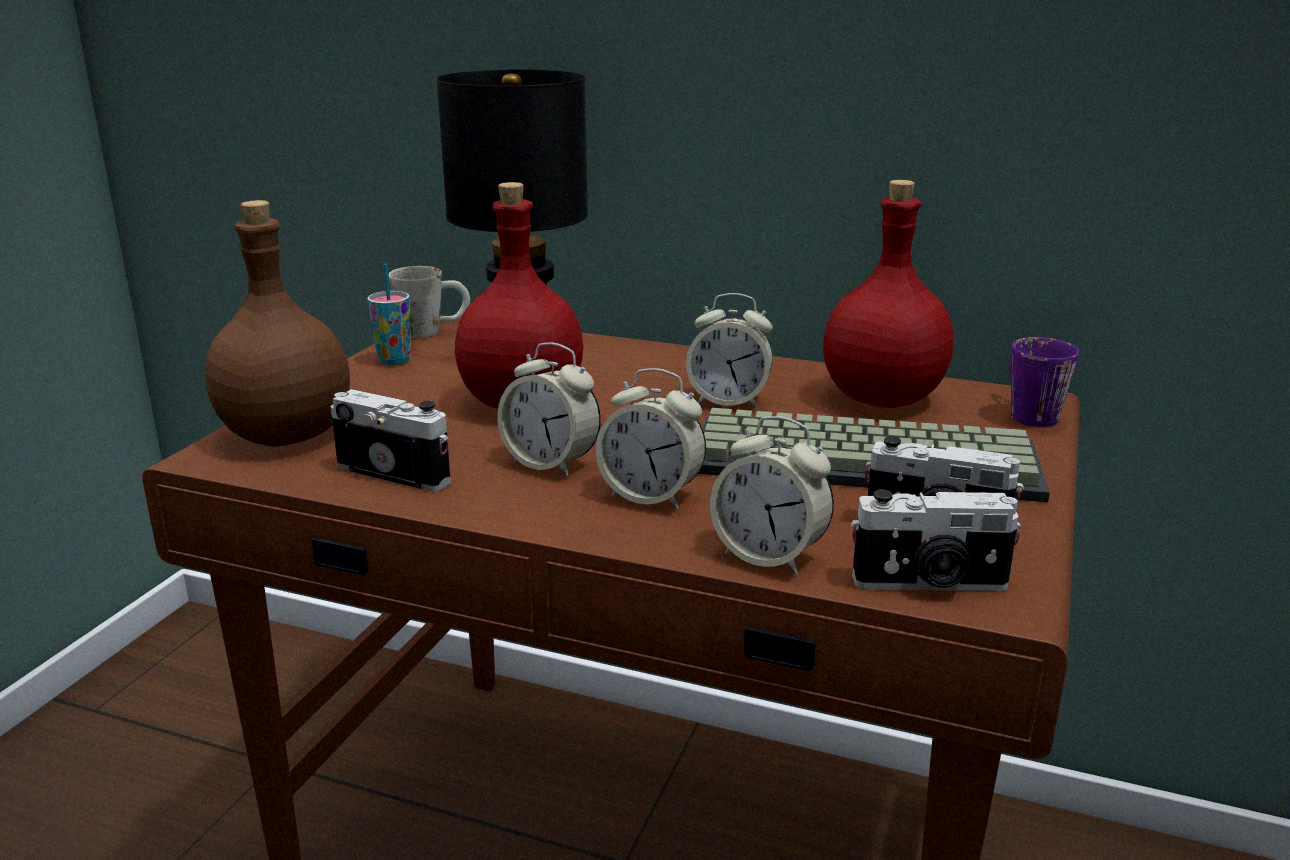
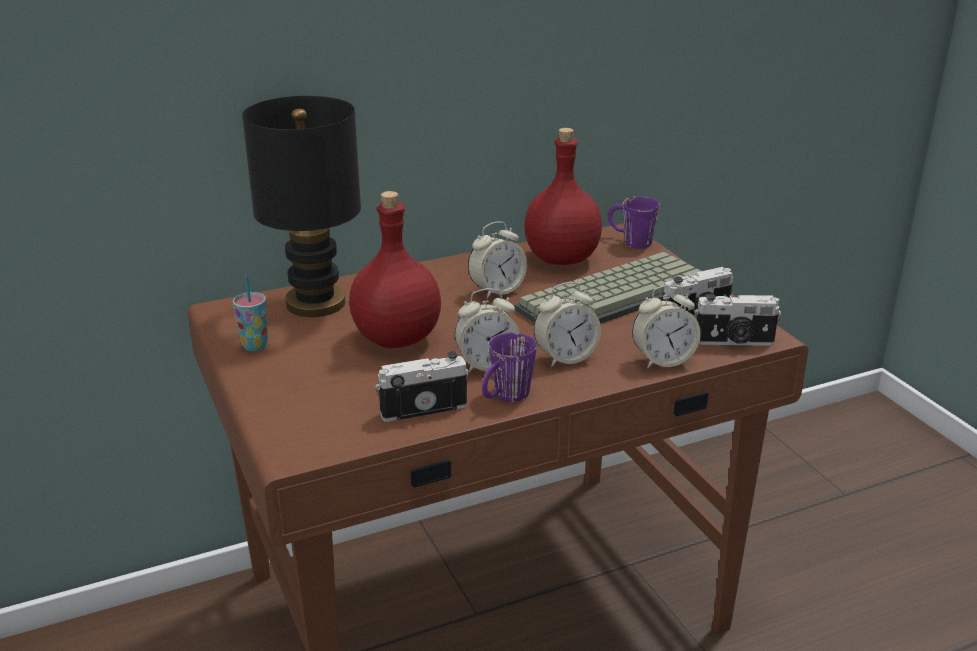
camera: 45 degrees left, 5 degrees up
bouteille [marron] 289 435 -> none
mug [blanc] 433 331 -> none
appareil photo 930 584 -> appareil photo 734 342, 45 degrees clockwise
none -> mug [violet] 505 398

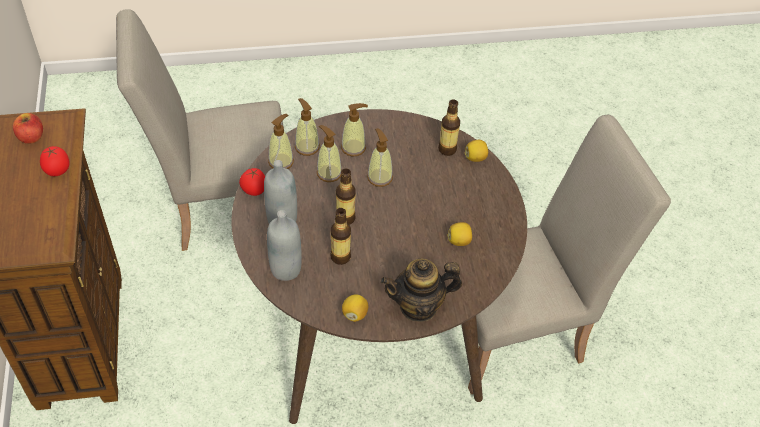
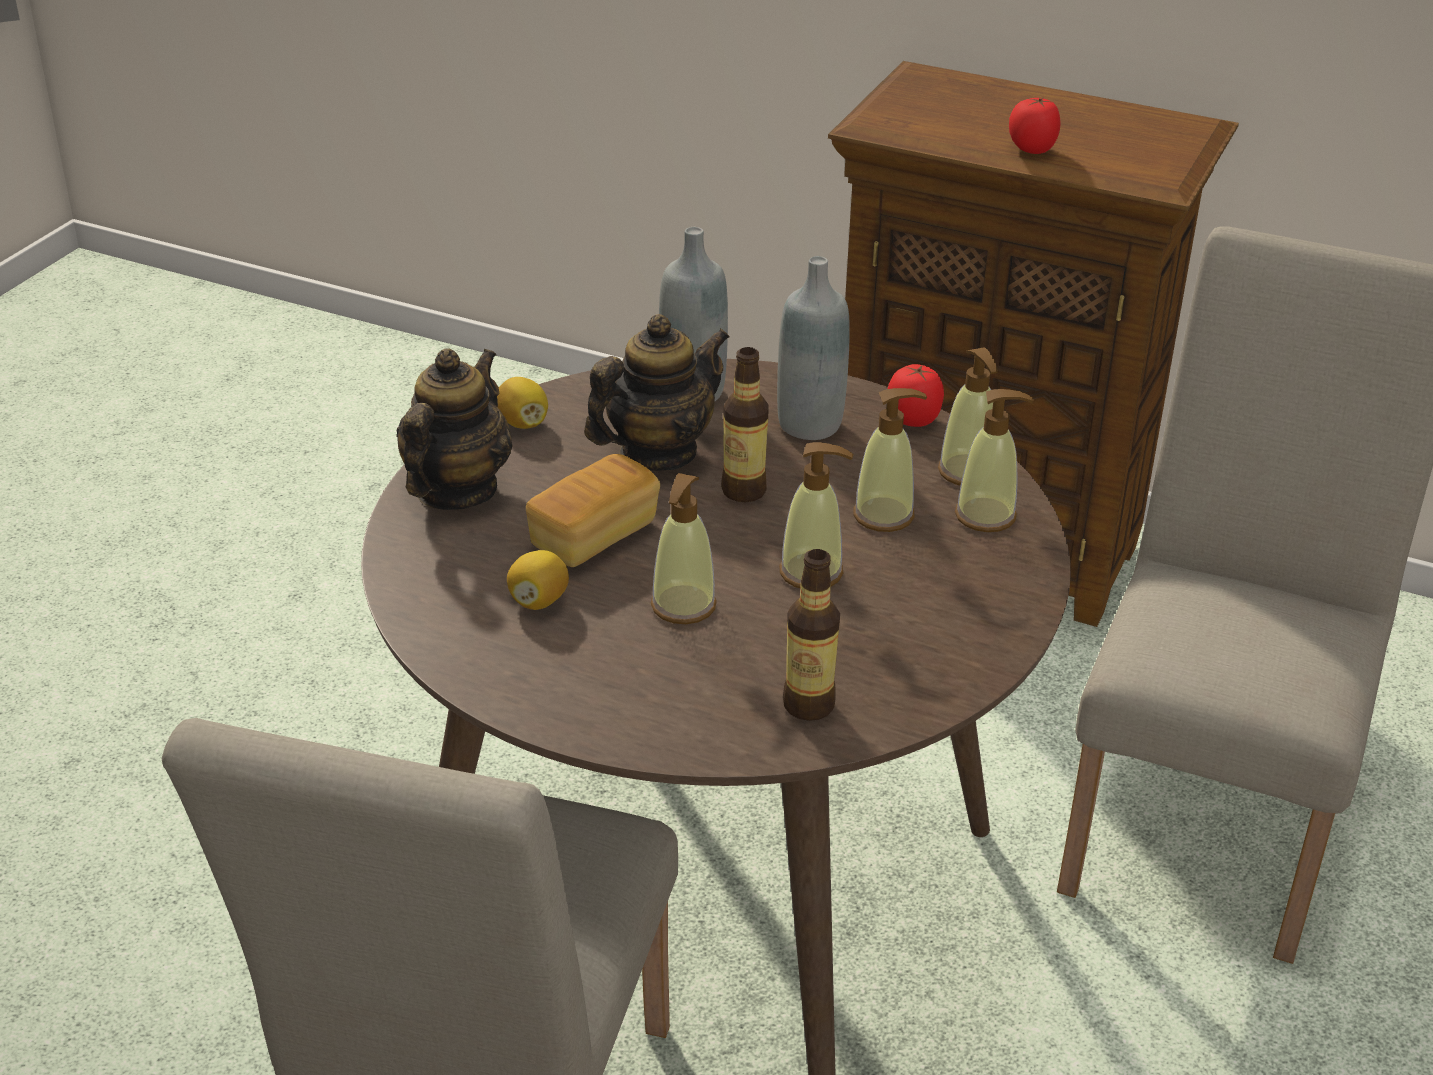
camera: 125 degrees right, 15 degrees down
pomme 31 137 -> none
bouteille 340 257 -> théière 657 453
distributeur de savon 353 148 -> distributeur de savon 683 606, shifted
citron 476 158 -> none
none -> pain 594 535

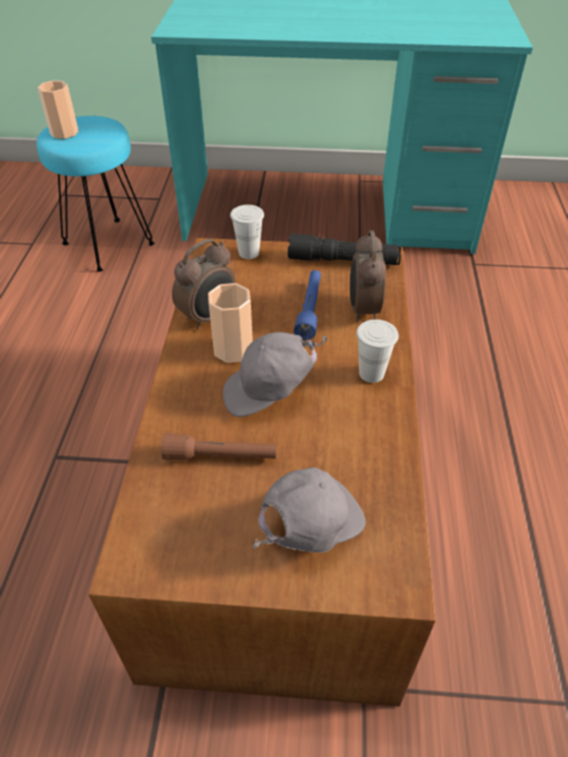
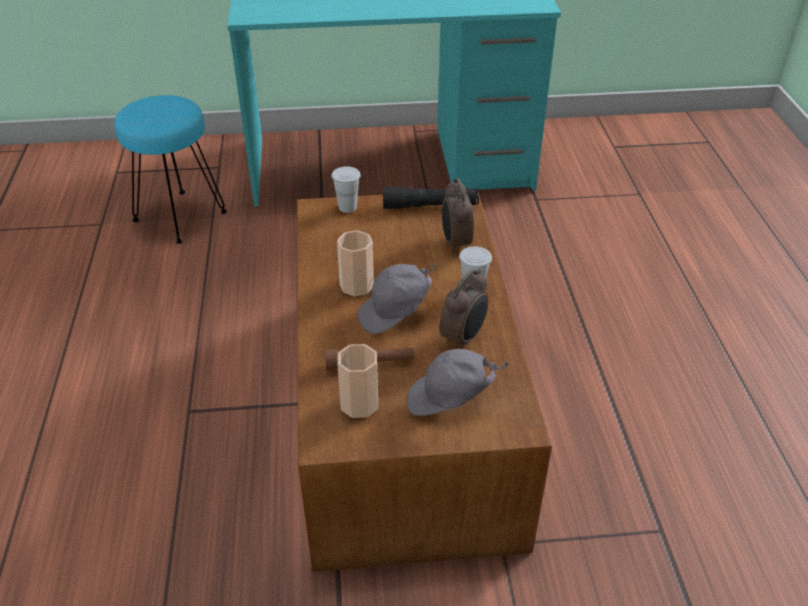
camera: 10 degrees left, 5 degrees down
tasse 64 132 -> tasse 359 404, shifted
réveil 208 317 -> réveil 464 338, shifted
casquette [gris] 309 526 -> casquette [gris] 450 401, 135 degrees counterclockwise
lampe de poche [bleu] 310 310 -> none

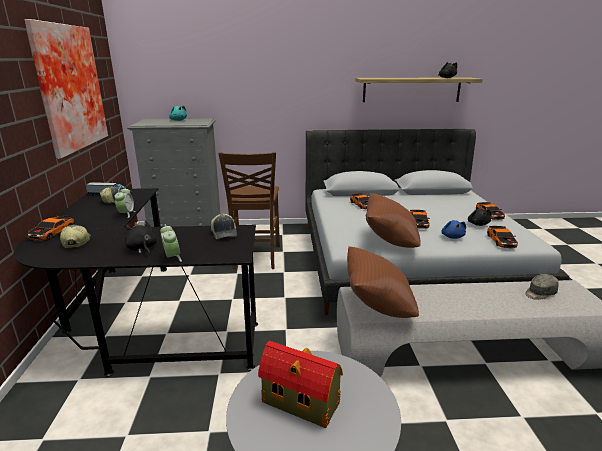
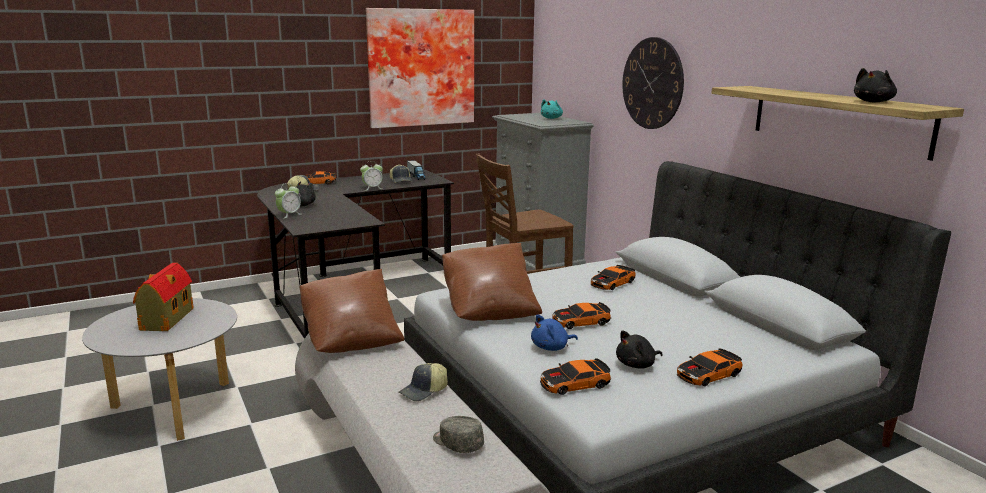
camera: 65 degrees right, 5 degrees down
casquette 225 233 -> casquette 424 391, shifted
none -> horloge murale 652 83

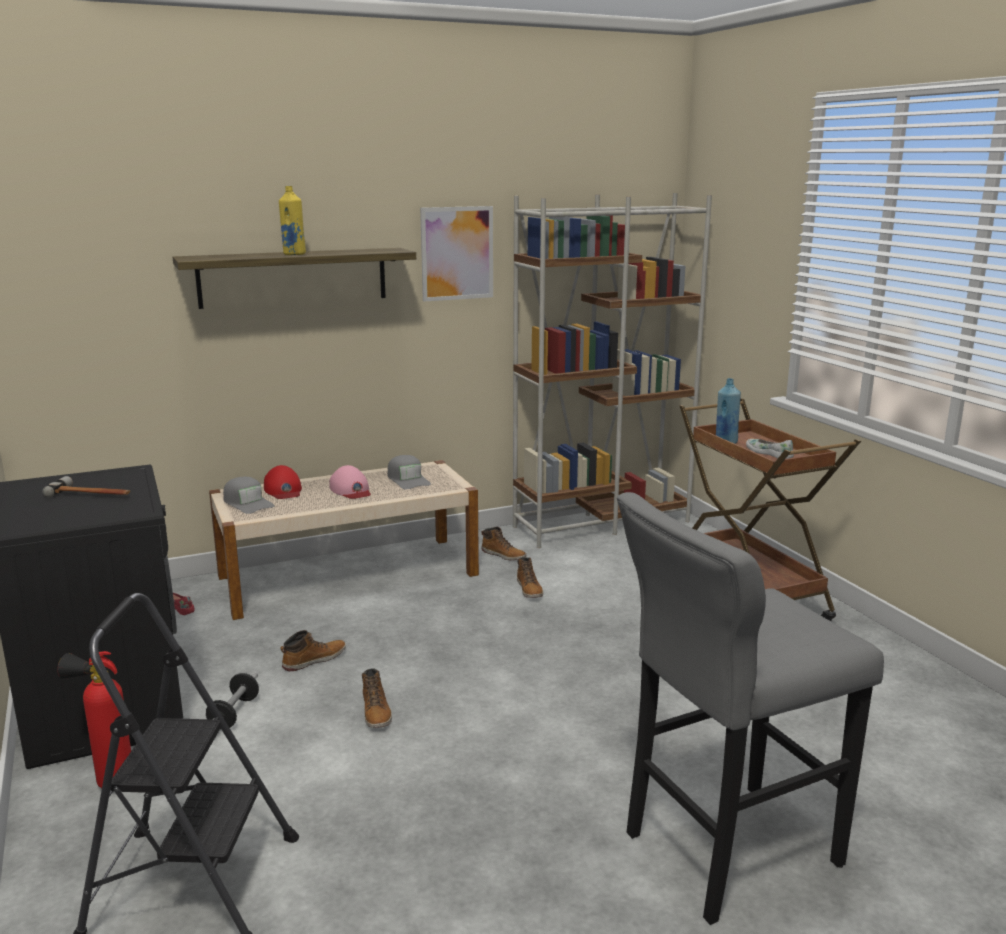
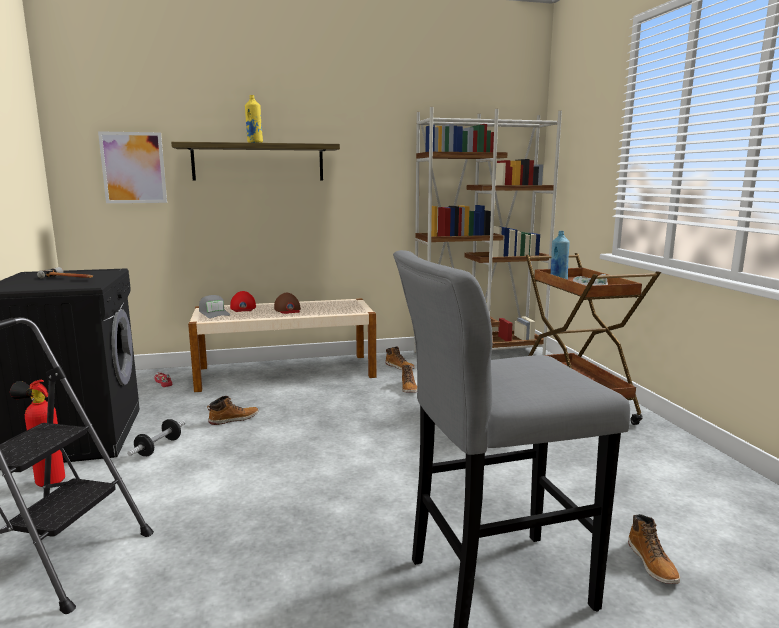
camera: 10 degrees right, 5 degrees down
casquette [rose] 351 490 -> casquette [marron] 288 309
botte 376 712 -> botte 652 563, shifted
casquette [gris] 408 480 -> none
tableau 457 253 -> tableau 133 168, shifted

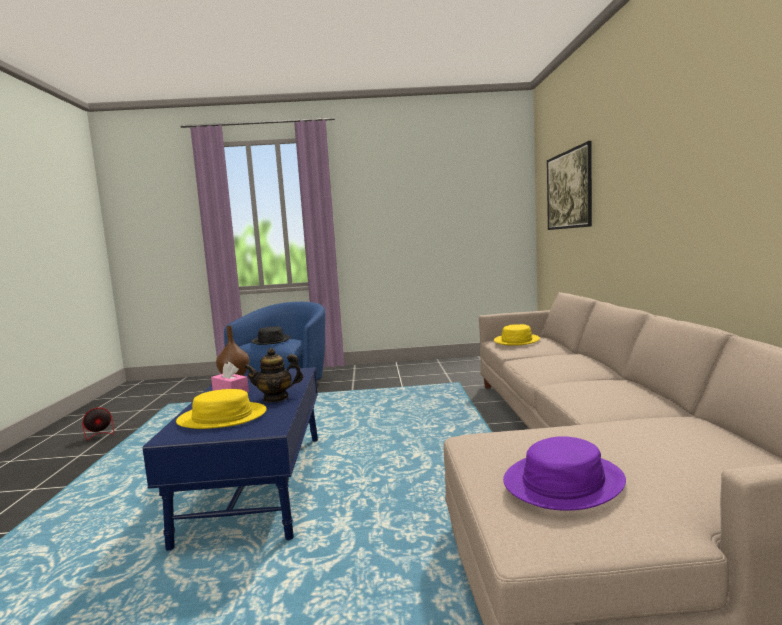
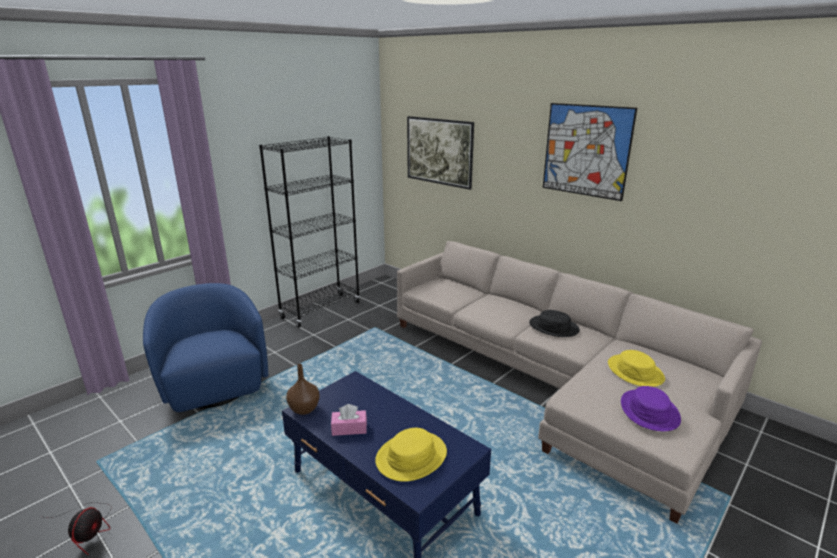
camera: 45 degrees left, 15 degrees up
théière 276 398 -> none
chapeau [noir] 271 340 -> chapeau [noir] 553 327, shifted
chapeau [jaune] 517 341 -> chapeau [jaune] 635 371, shifted
none -> bibliothèque [noir] 321 310
none -> tableau 586 151

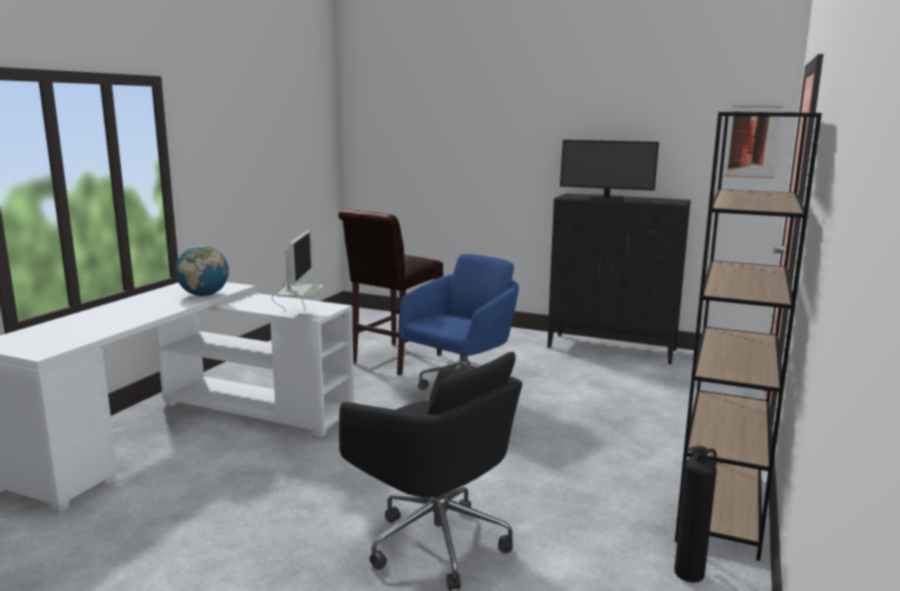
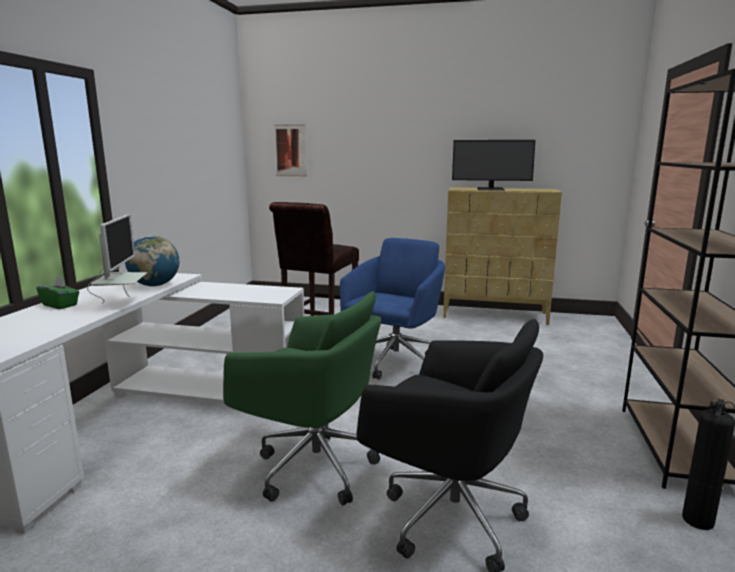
camera: 10 degrees left, 0 degrees up
écran d'ordinateur 300 313 -> écran d'ordinateur 121 304, shifted
commode [noir] 612 349 -> commode [beige] 495 315
tableau 753 142 -> tableau 291 150, shifted
none -> boîte à mouchoirs [vert] 60 305
none -> chaise de bureau [vert] 310 468

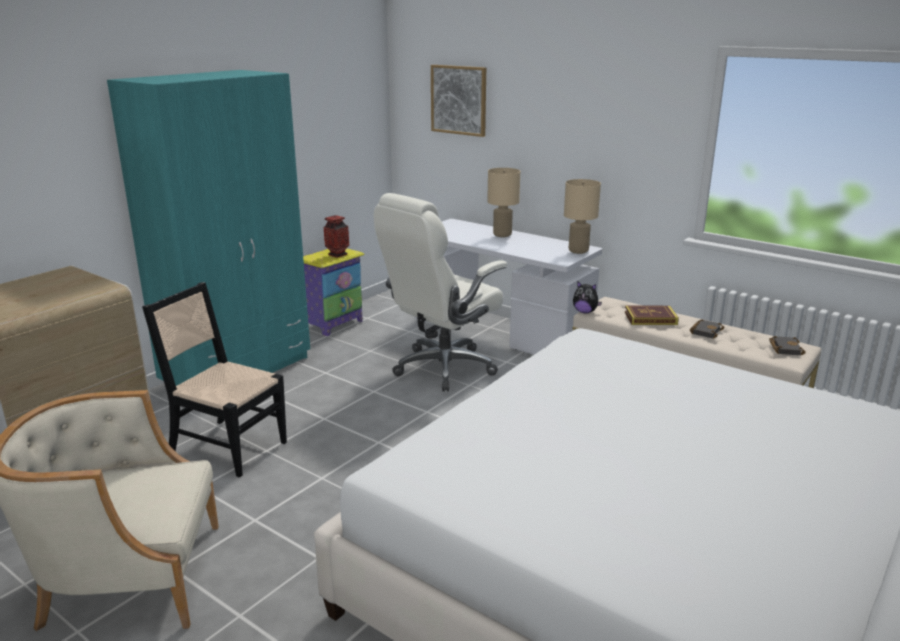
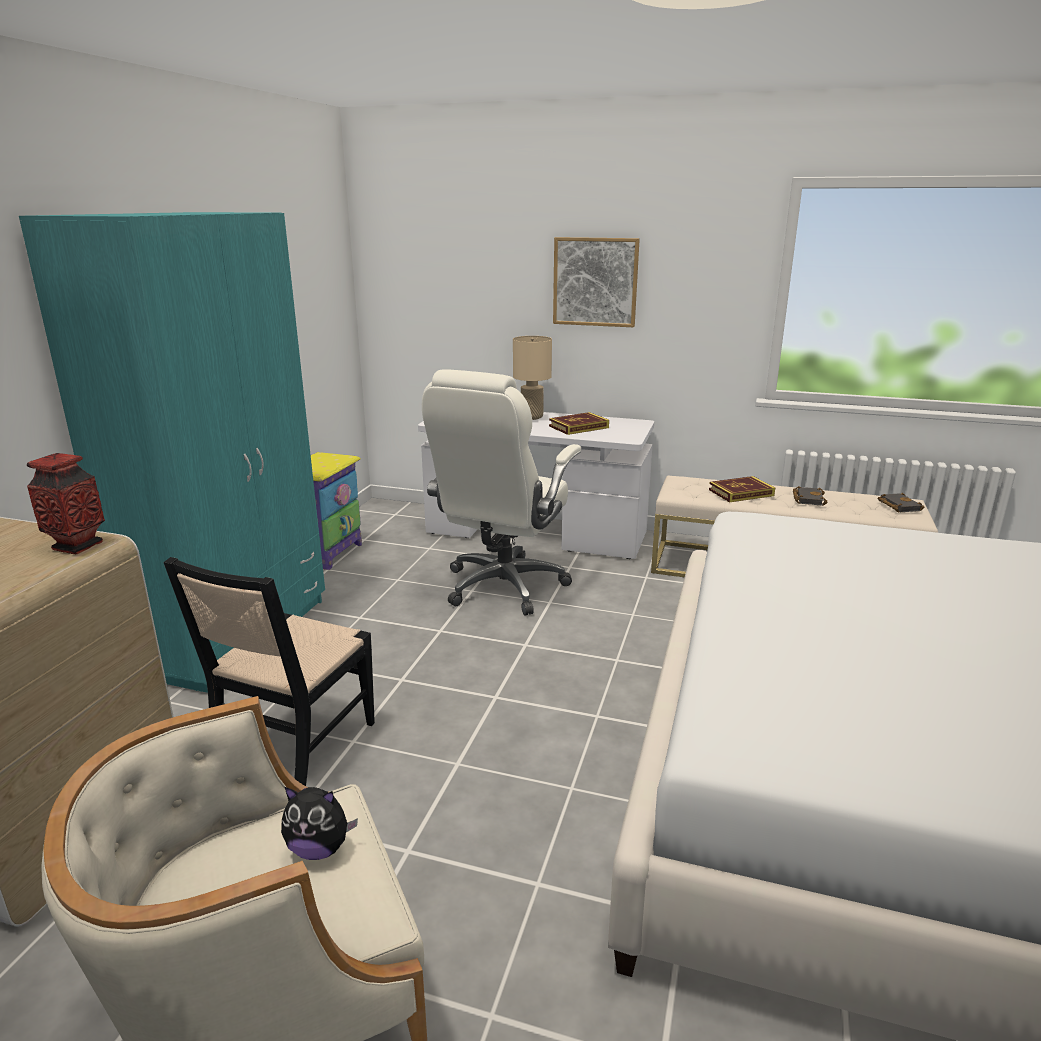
camera: 20 degrees left, 0 degrees up
chaise 228 448 -> chaise 295 750, 75 degrees counterclockwise
vase 337 255 -> vase 77 546, shifted
tableau 459 100 -> tableau 595 282, shifted
lampe de table [beige] 578 252 -> none
peluche 585 312 -> peluche 319 848, shifted
none -> livre 578 427

